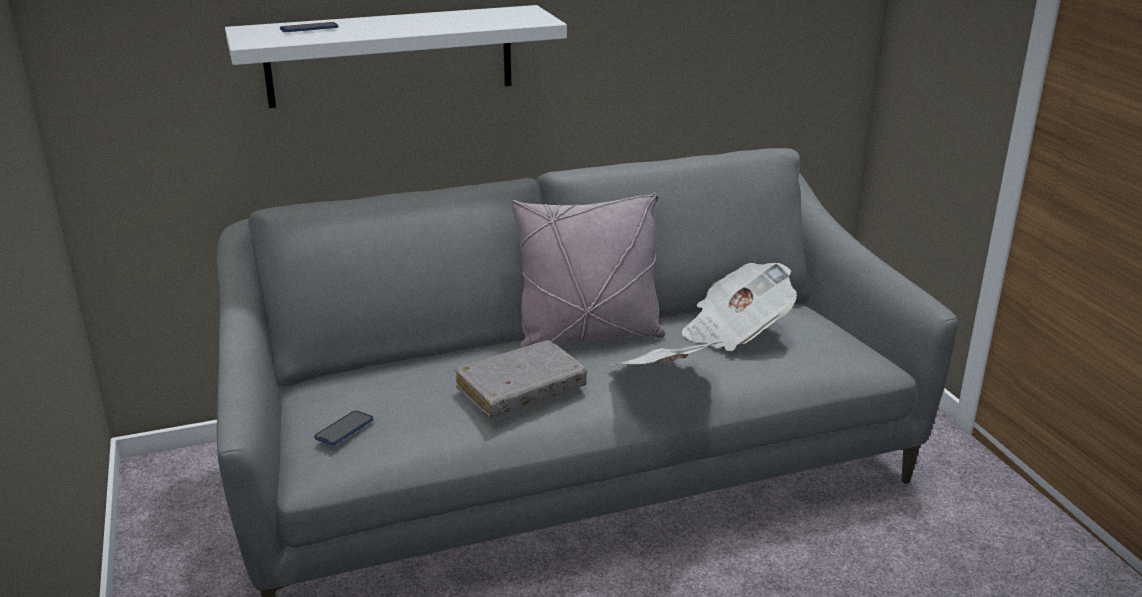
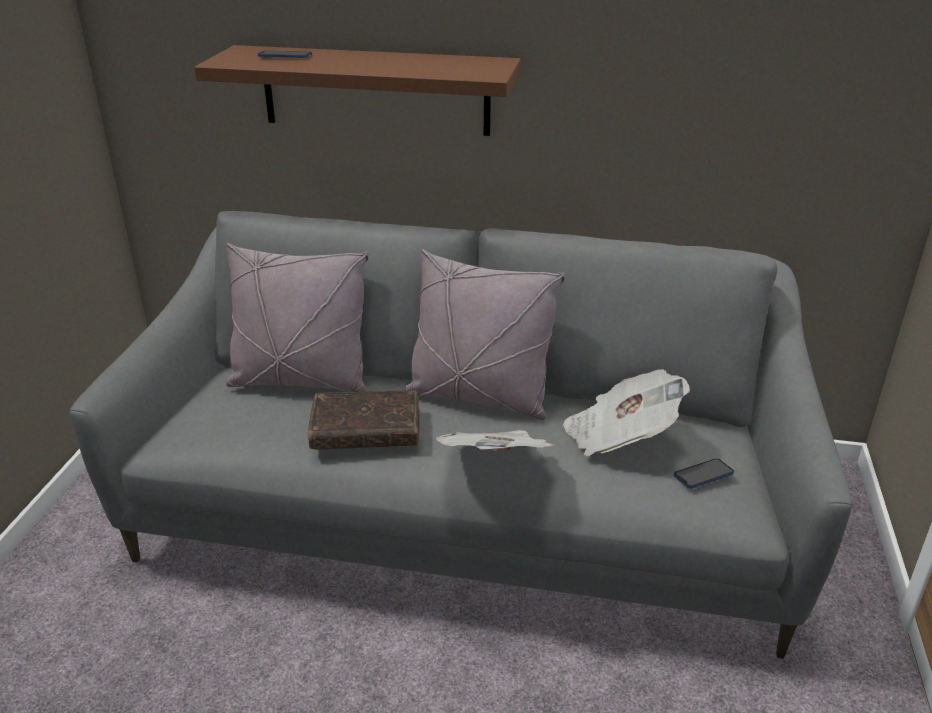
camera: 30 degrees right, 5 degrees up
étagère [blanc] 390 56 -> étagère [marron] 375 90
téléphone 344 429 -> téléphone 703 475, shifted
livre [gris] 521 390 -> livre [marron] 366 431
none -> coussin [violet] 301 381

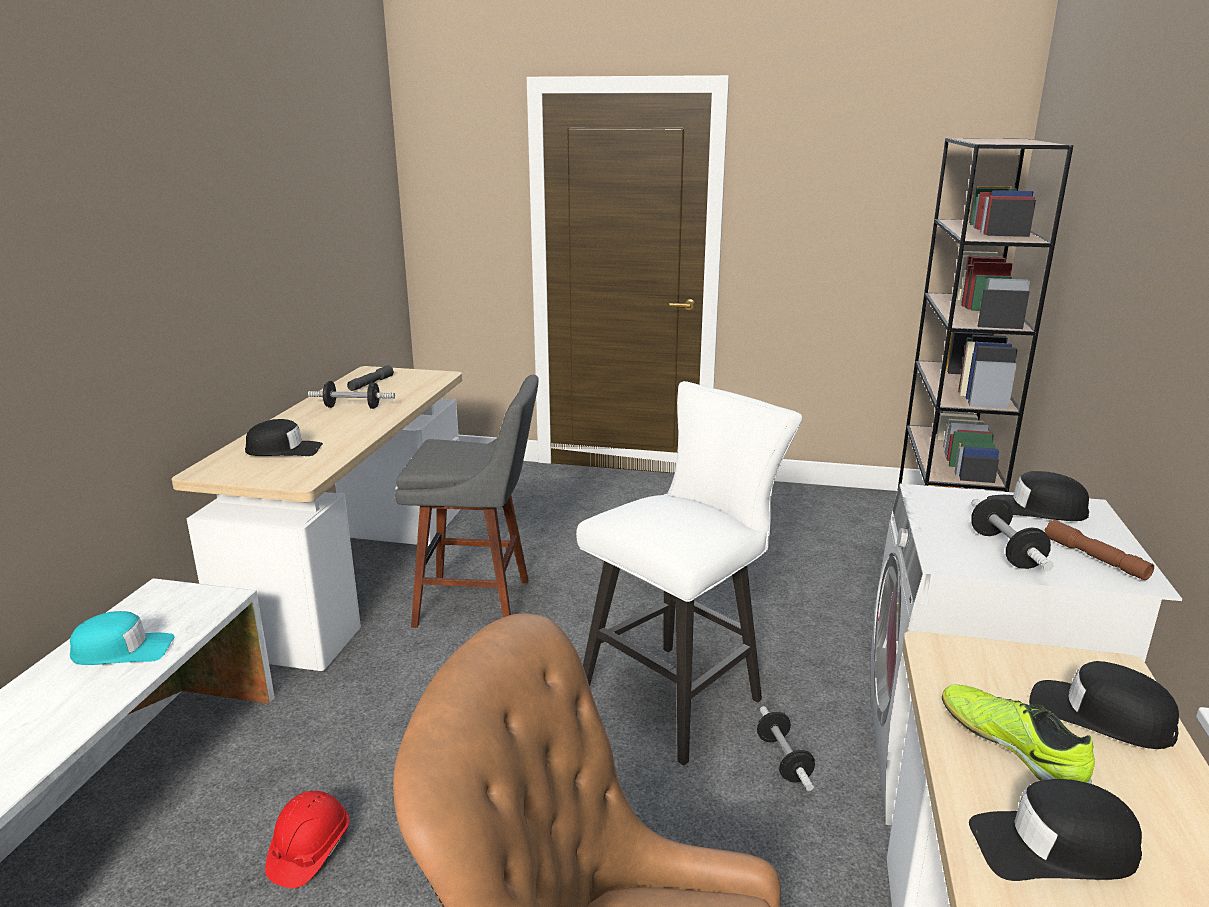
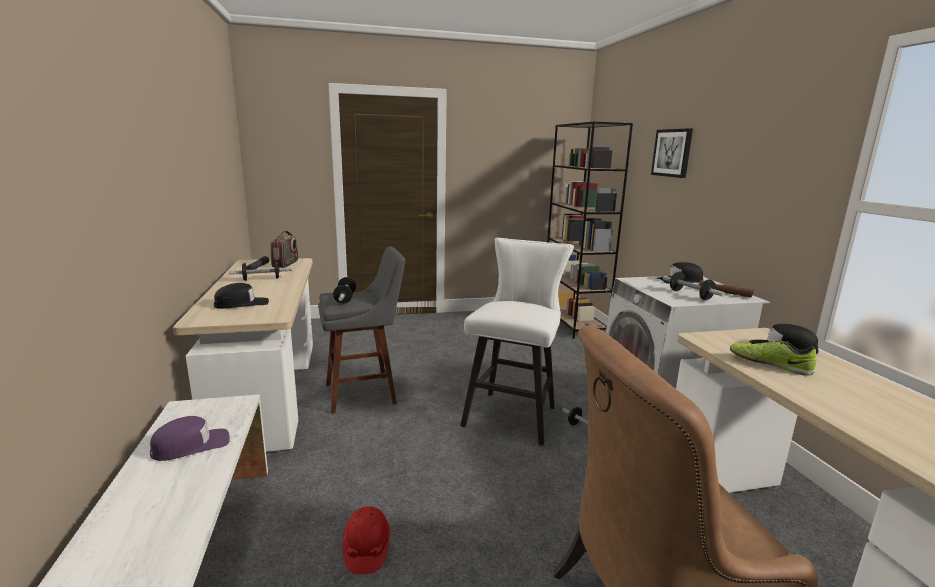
camera: 25 degrees left, 5 degrees down
casquette [turquoise] 123 650 -> casquette [violet] 191 445
casquette [noir] 1053 847 -> none
none -> radio 286 264
none -> haltère 345 298
none -> tableau 672 153

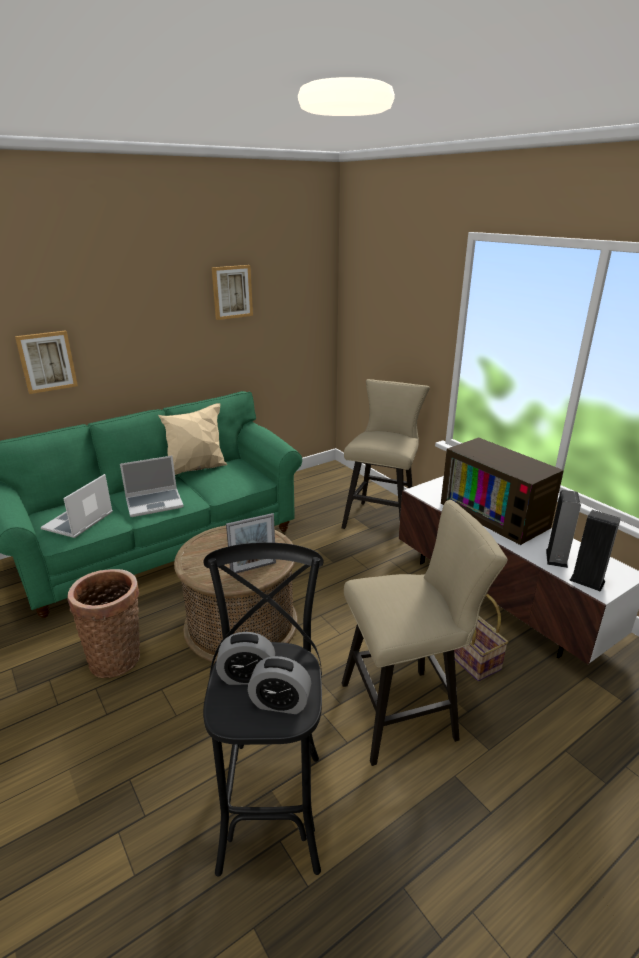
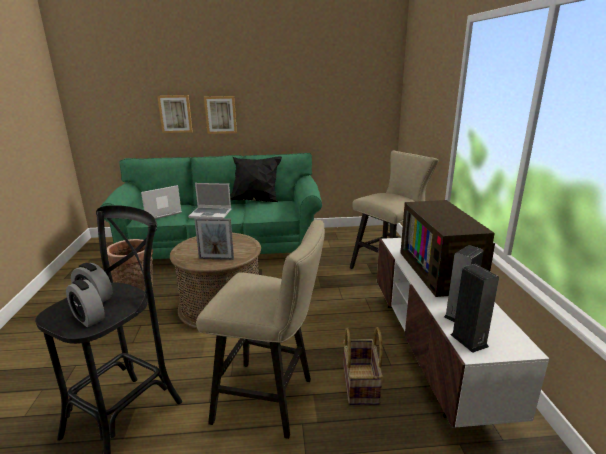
camera: 30 degrees right, 5 degrees down
coussin [beige] 196 469 -> coussin [noir] 256 201
tableau 232 292 -> tableau 220 115, shifted

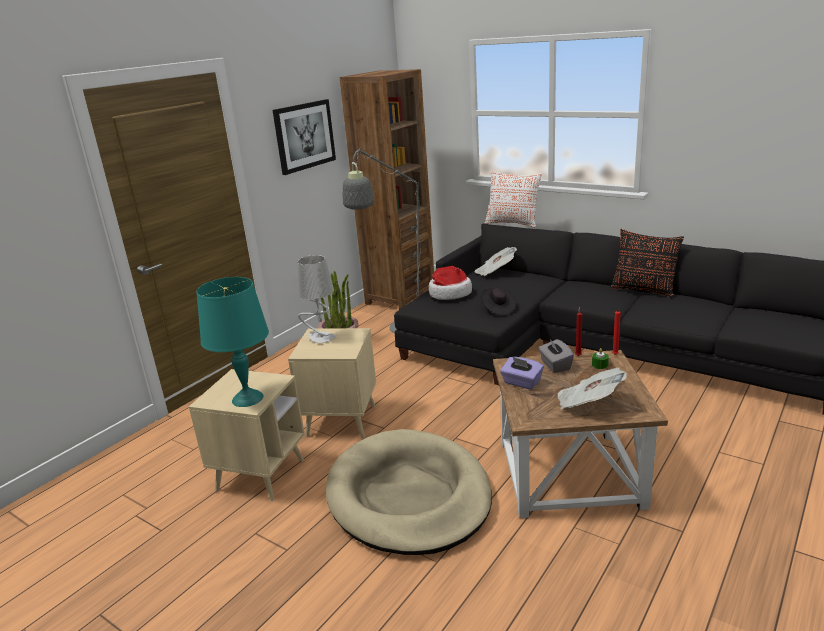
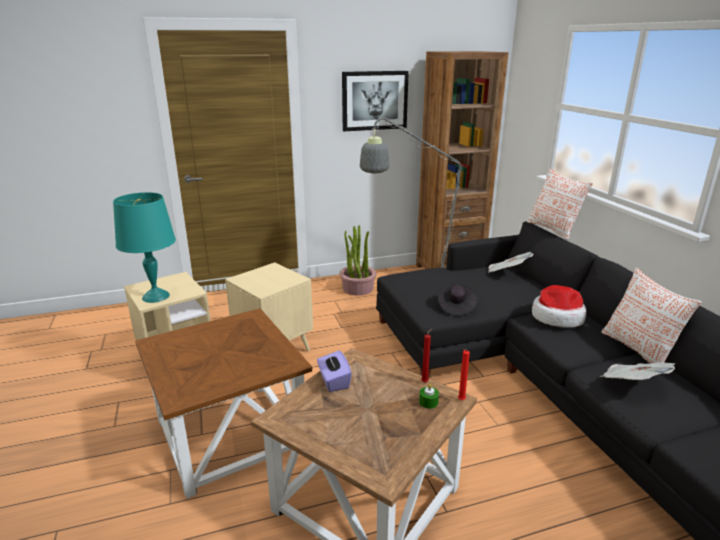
camera: 35 degrees right, 0 degrees up
lampe de table [gris] 320 338 -> none
panier pour chien [beige] 409 496 -> table d'appoint [marron] 229 436
chapeau 449 293 -> chapeau 557 317, shifted
boîte à mouchoirs [gris] 555 365 -> none
journal 588 403 -> journal 632 384, shifted
coussin [noir] 644 290 -> coussin [blanc] 638 350

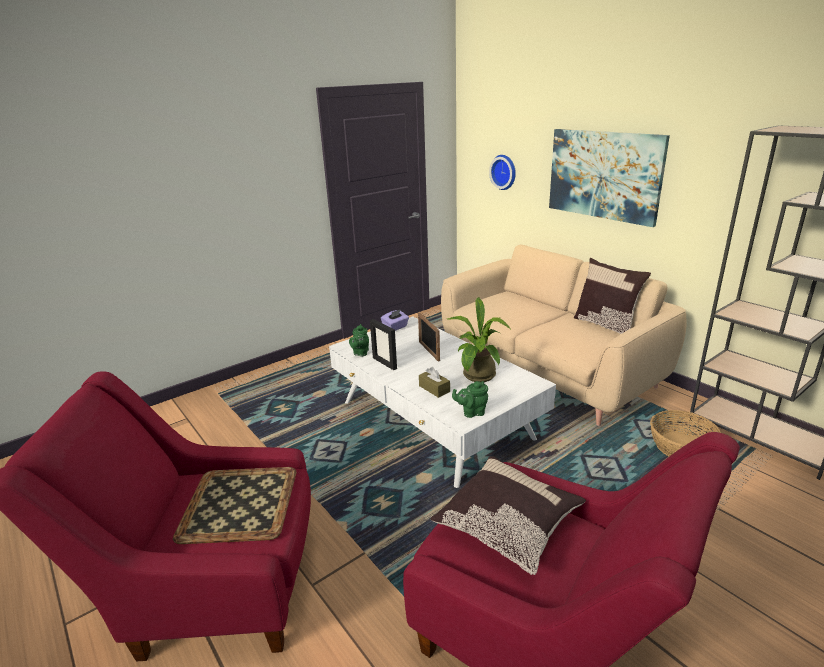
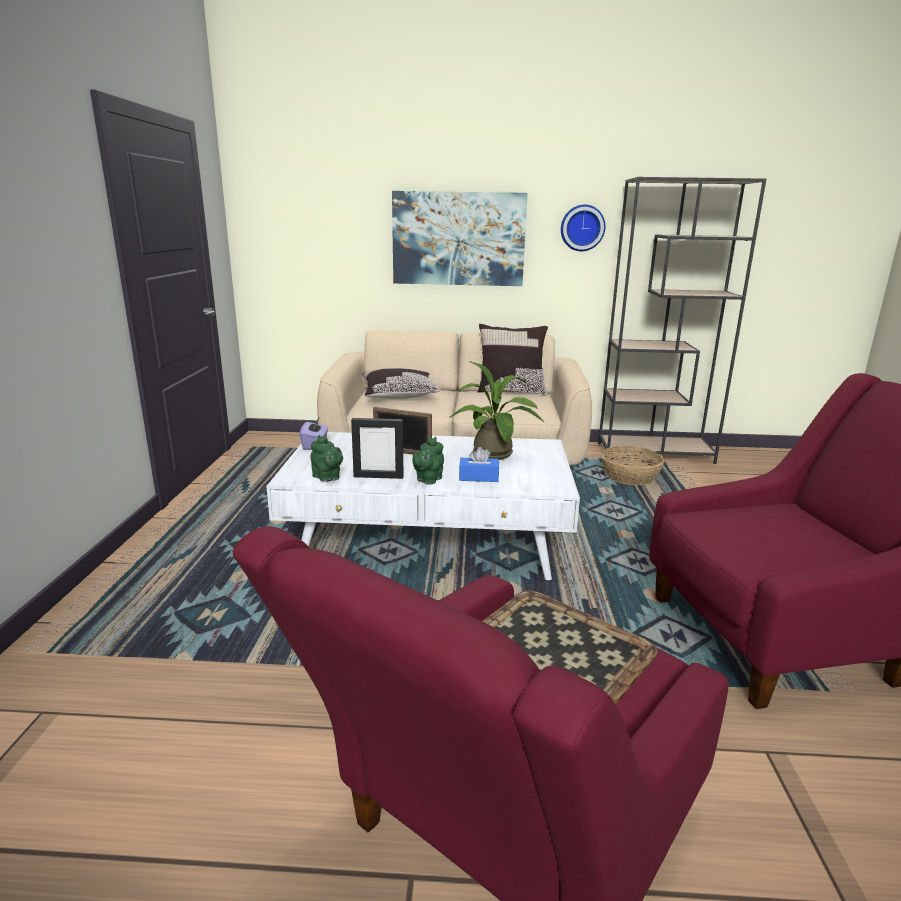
camera: 50 degrees left, 5 degrees down
boîte à mouchoirs [marron] 434 389 -> boîte à mouchoirs [bleu] 478 477
coussin 508 525 -> coussin 399 395, shifted
théière [vert] 471 412 -> théière [vert] 428 480, shifted
horloge murale 504 172 -> horloge murale 582 228, shifted

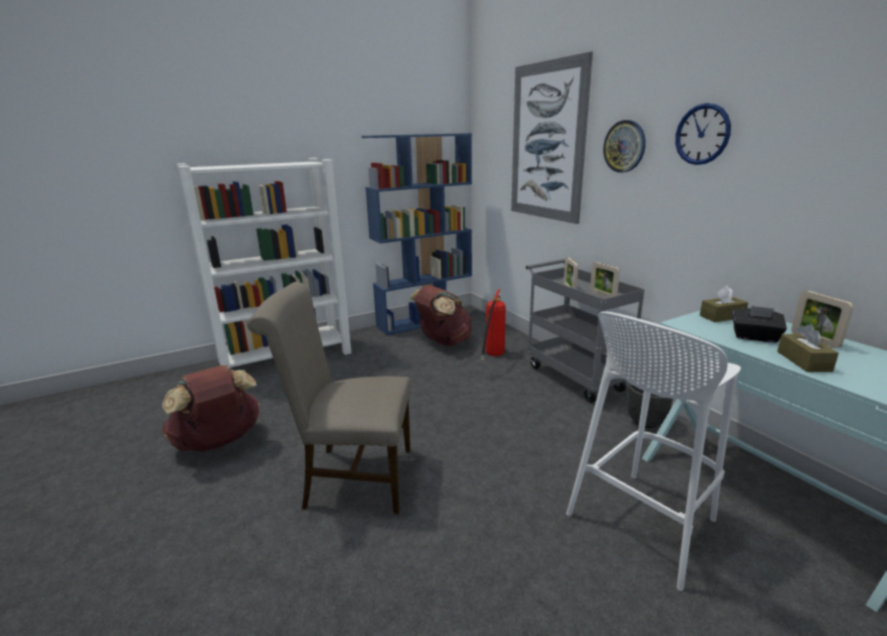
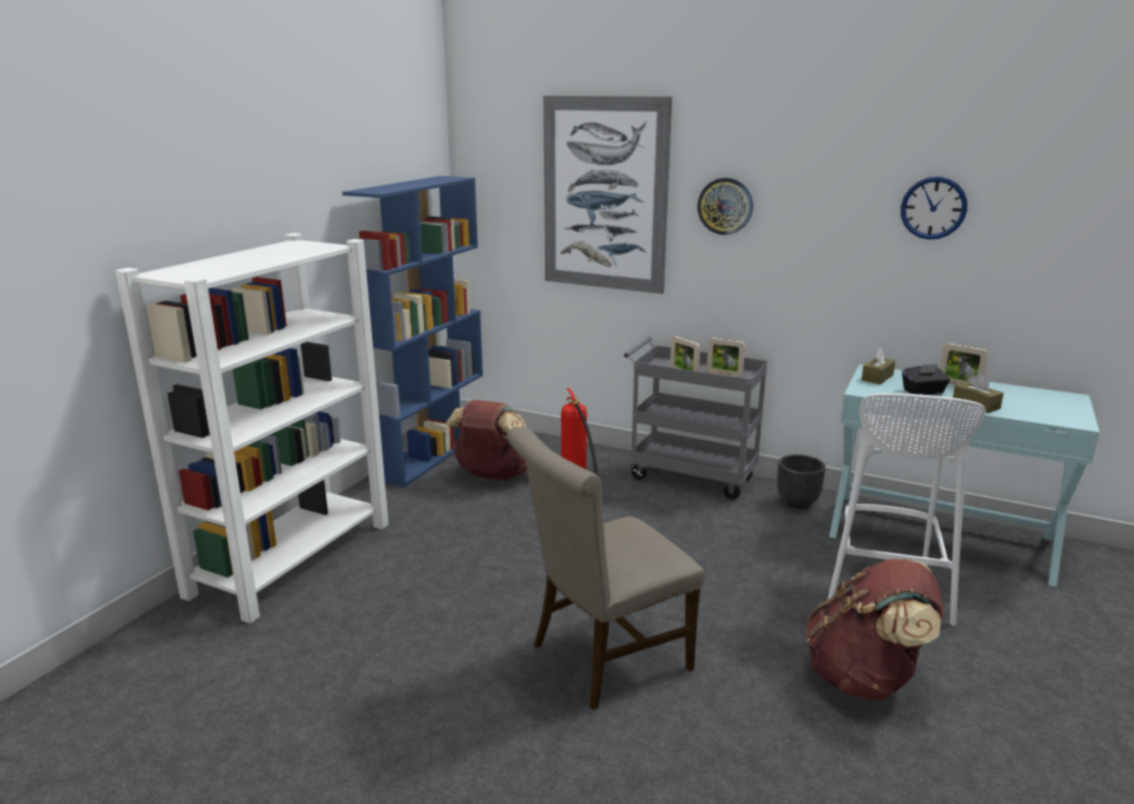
camera: 35 degrees left, 0 degrees up
sac à dos [marron] 219 442 -> sac à dos [marron] 865 678, shifted
horloge murale 702 134 -> horloge murale 933 208, shifted

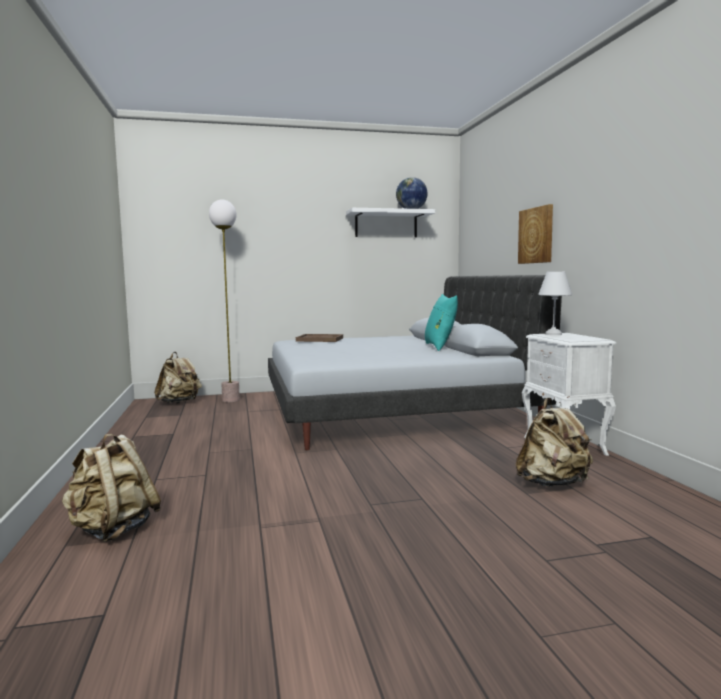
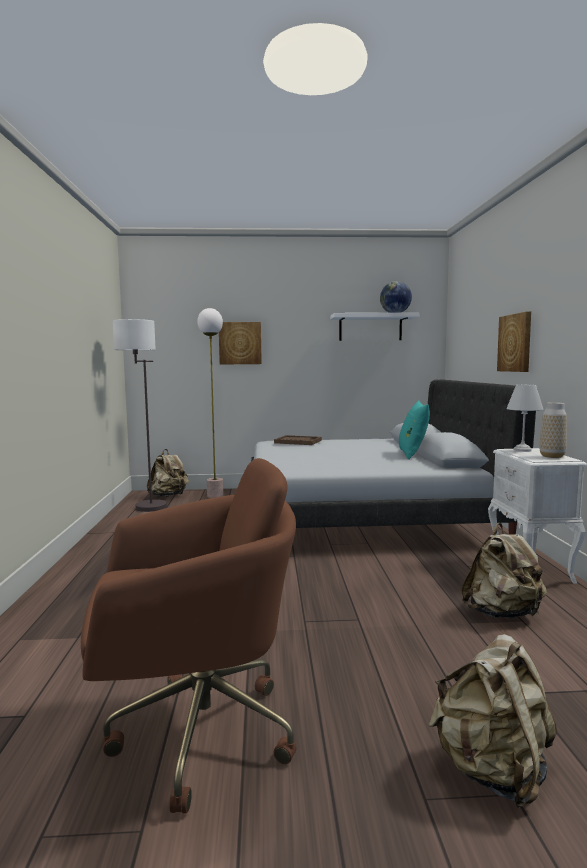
camera: 10 degrees right, 0 degrees up
sac à dos [beige] 113 530 -> sac à dos [beige] 491 770, shifted
none -> chaise de bureau [marron] 195 737
none -> lampadaire [blanc] 145 510
none -> tableau 240 343
none -> vase 552 456

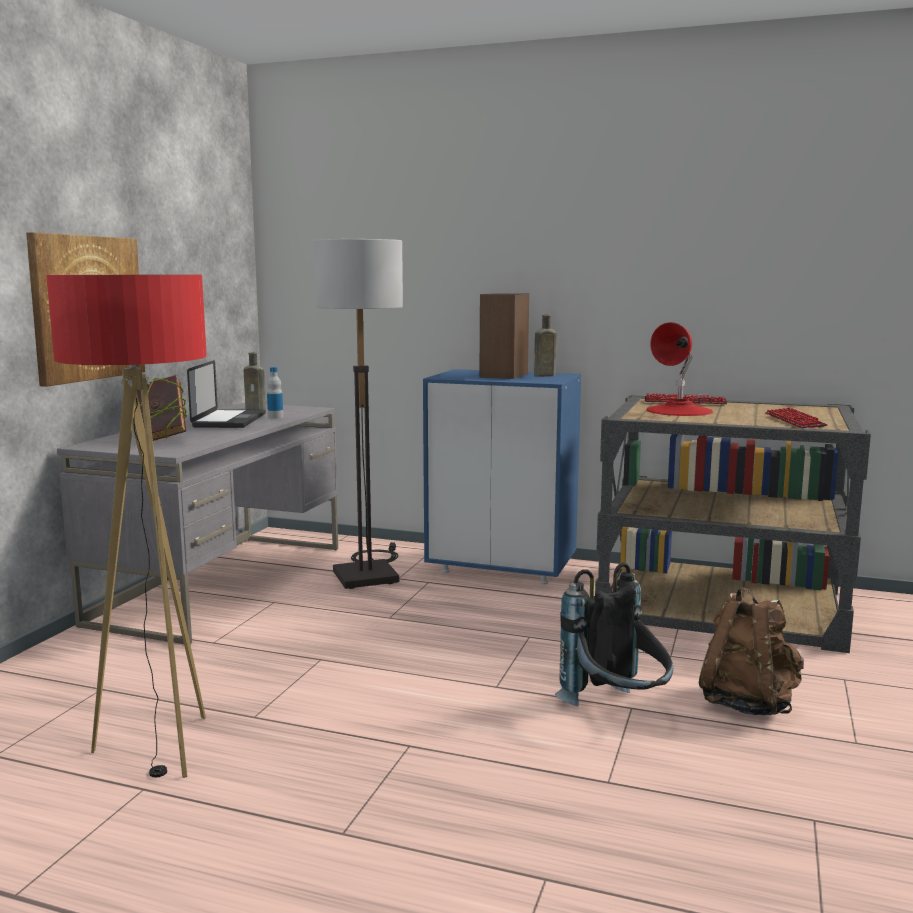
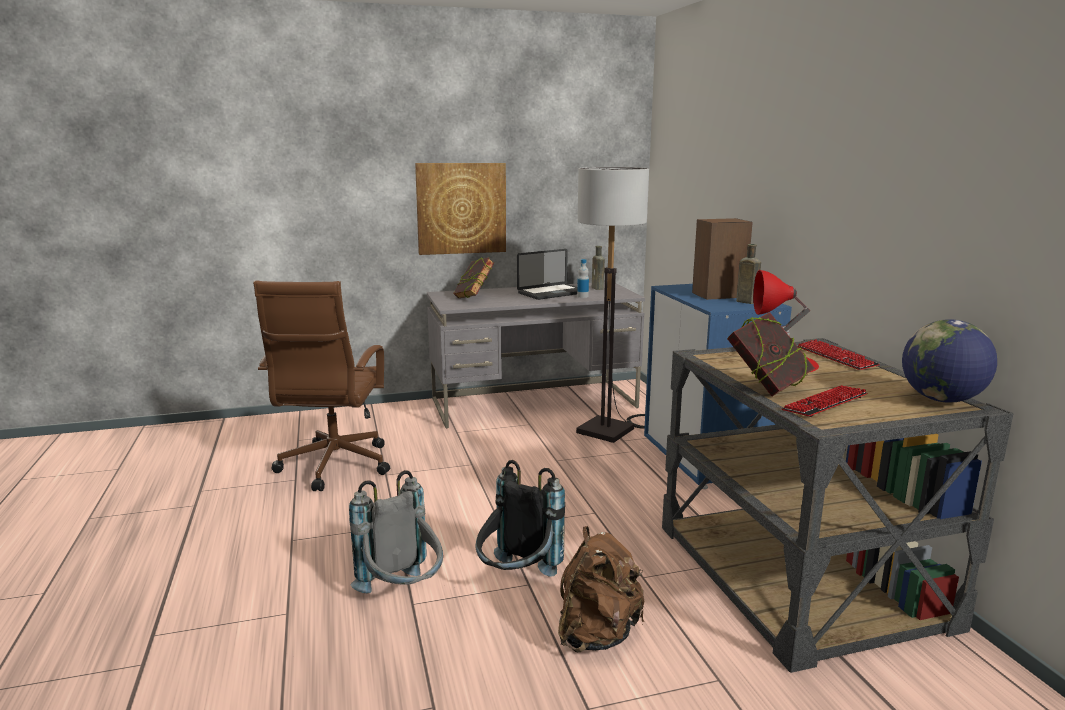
camera: 55 degrees right, 5 degrees up
lampadaire 161 748 -> chaise de bureau [marron] 333 468
none -> sac à dos [gris] 403 595
none -> livre 767 387
none -> globe 941 400

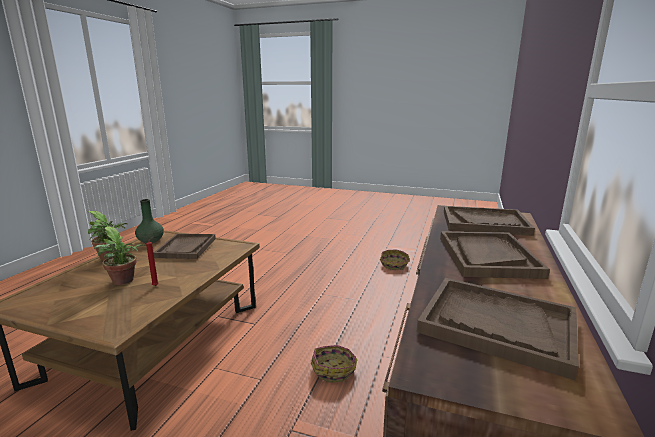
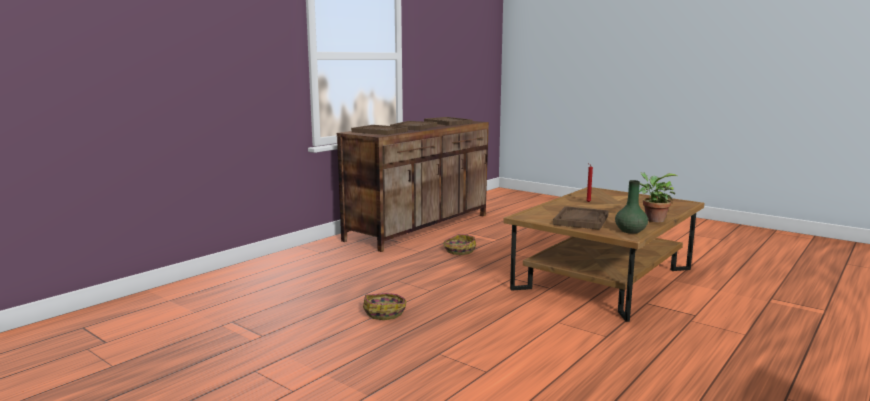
camera: 160 degrees left, 5 degrees down
plante en pot 124 281 -> none
panier 394 265 -> panier 385 312, shifted

